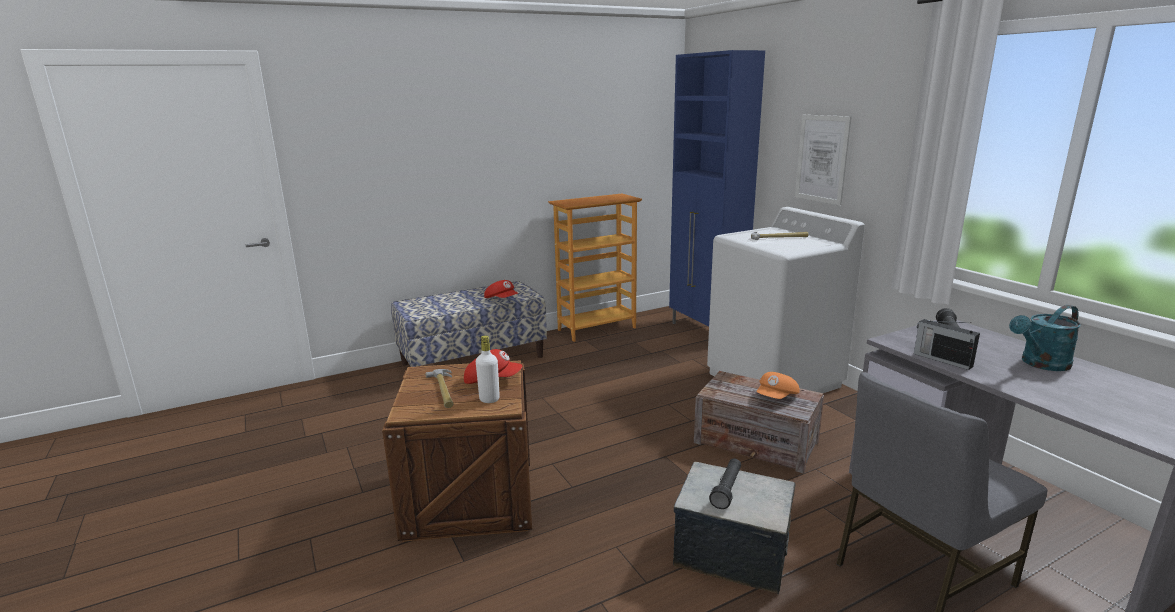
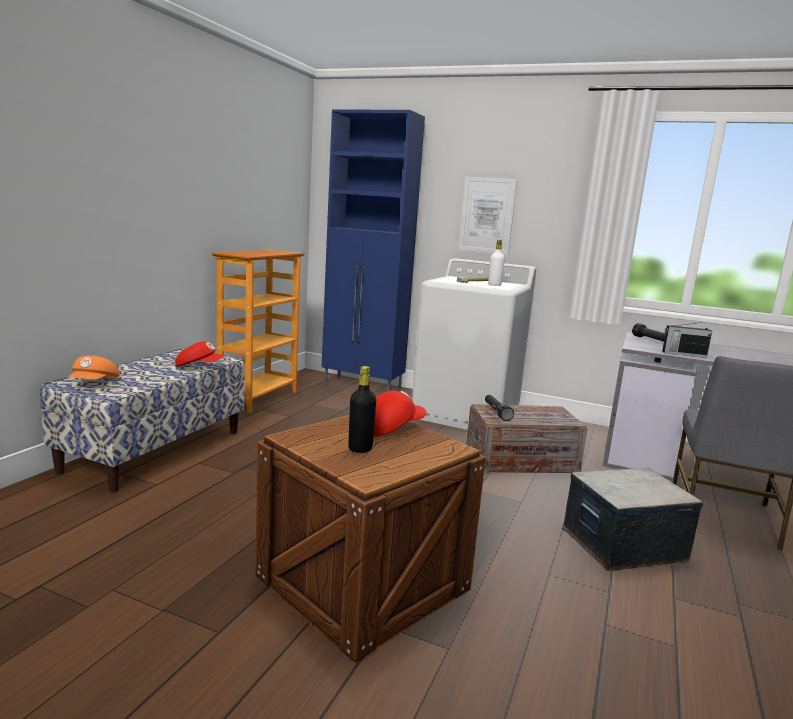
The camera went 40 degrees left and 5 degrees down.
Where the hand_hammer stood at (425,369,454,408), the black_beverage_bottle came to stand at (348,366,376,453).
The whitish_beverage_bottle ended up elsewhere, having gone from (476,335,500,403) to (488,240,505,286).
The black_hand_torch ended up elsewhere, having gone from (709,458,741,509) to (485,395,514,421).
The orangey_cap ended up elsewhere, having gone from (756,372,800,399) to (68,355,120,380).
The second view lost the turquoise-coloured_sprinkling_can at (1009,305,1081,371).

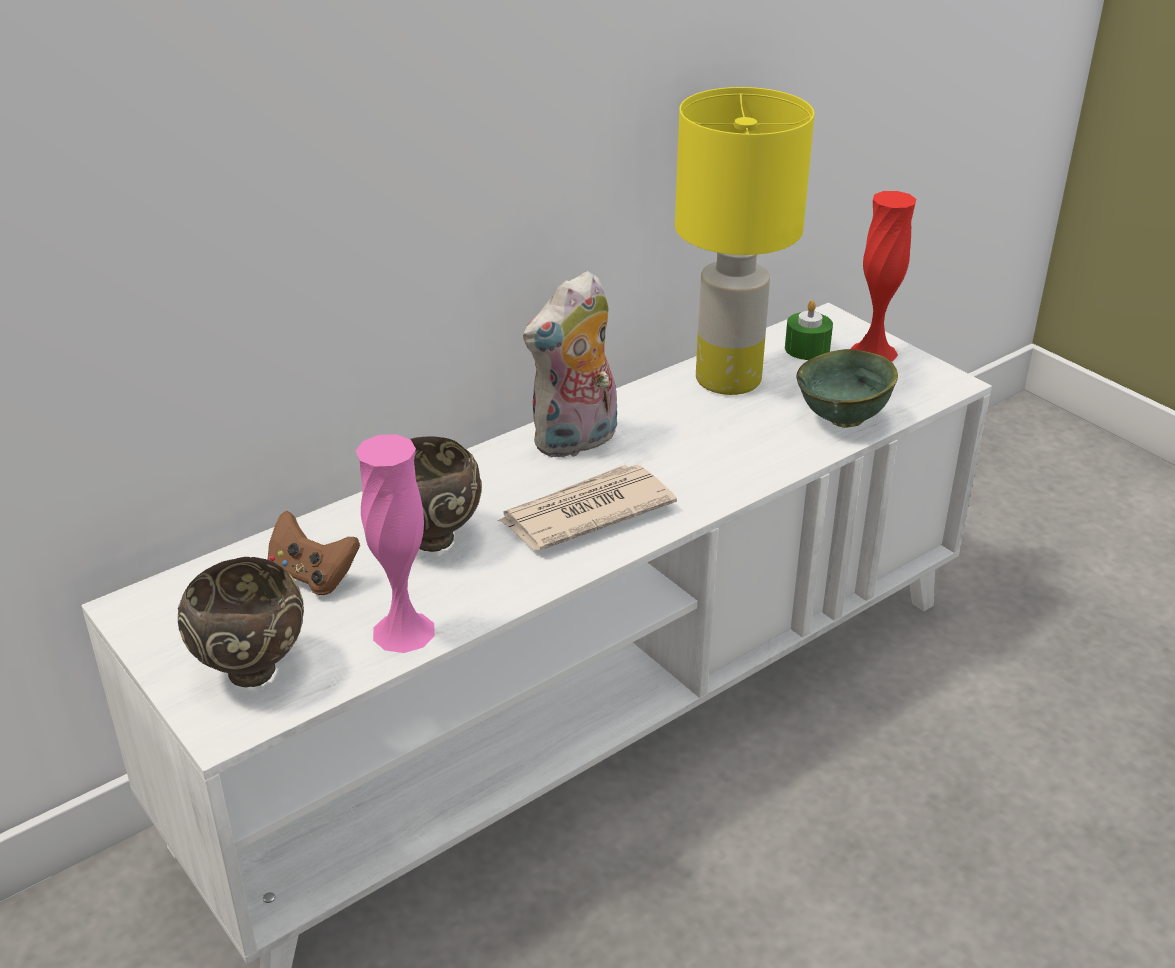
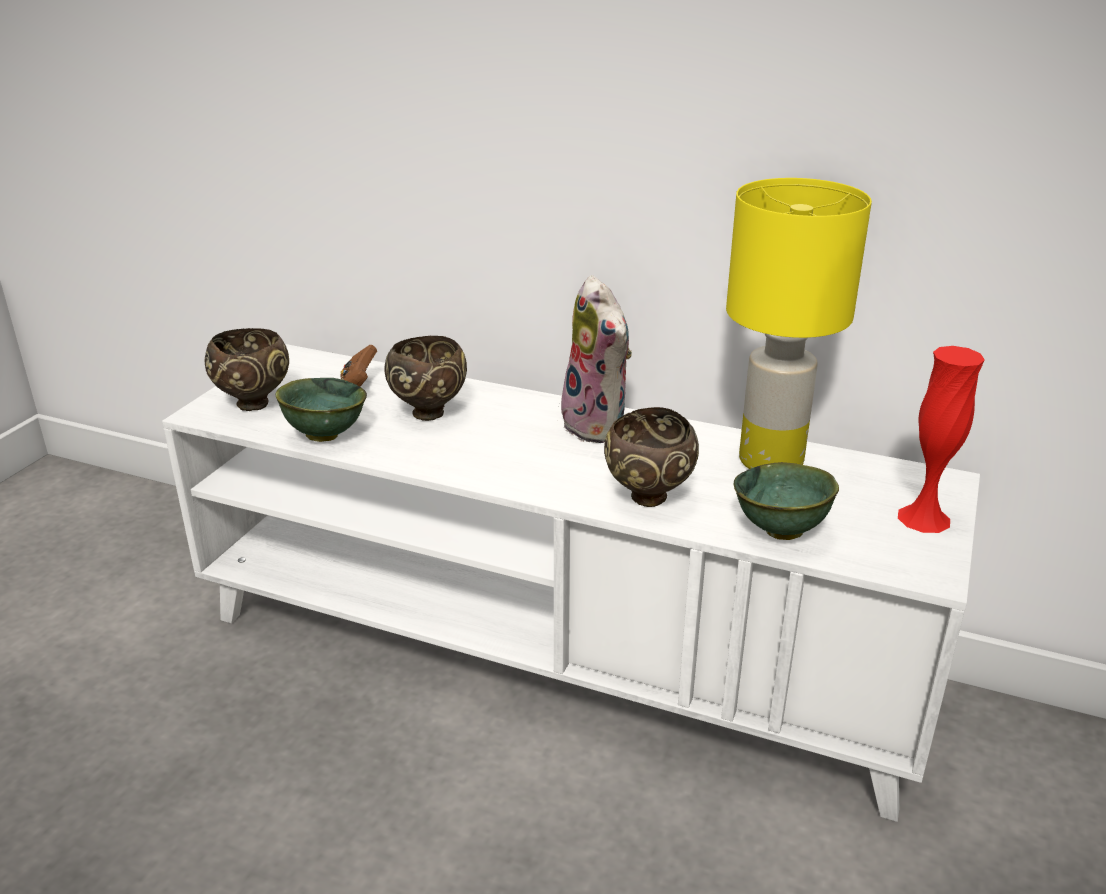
The camera went 60 degrees right and 5 degrees down.
Where the pinkish_decorative_vase stood at (356,434,435,653), the green-coloured_deep_dish came to stand at (275,378,367,442).
The second view lost the daily_paper at (497,465,677,551).
The cuddly_toy at (523,271,617,458) ended up facing another way, 135 degrees counterclockwise from before.
The second view lost the green-coloured_wax_light at (785,300,833,360).
The second view gained the brownish_deep_dish at (604,407,699,507).

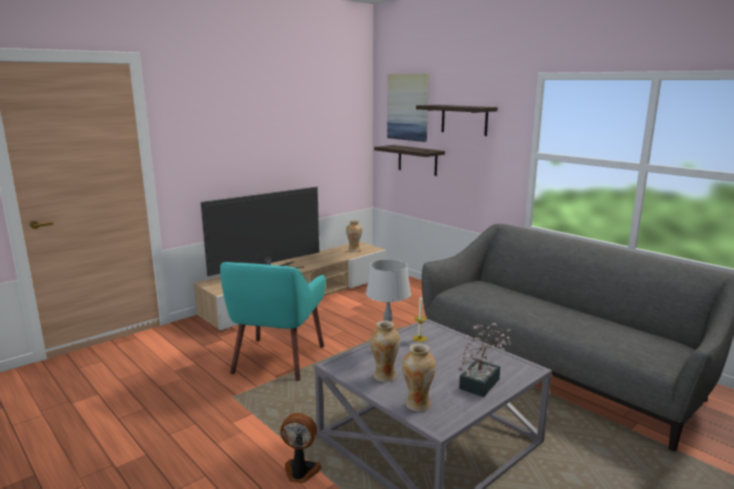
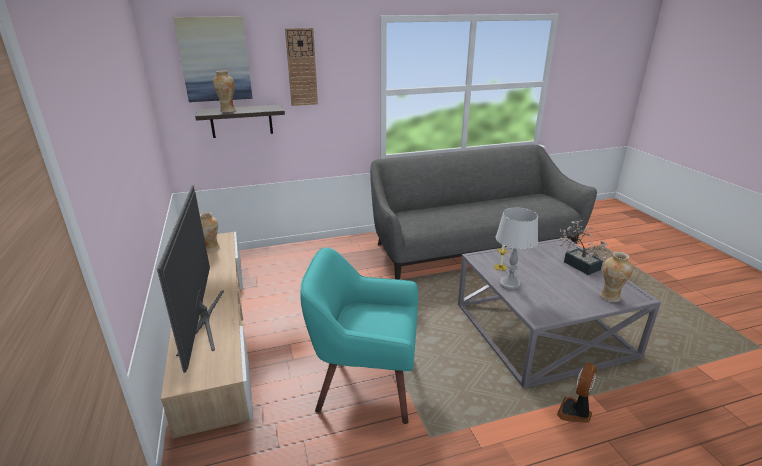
The camera went 65 degrees left and 10 degrees up.
The turquoise-coloured_lounge_chair at (220,262,326,381) ended up facing another way, 150 degrees clockwise from before.
The decorative_vase ended up elsewhere, having gone from (370,321,400,382) to (213,70,236,112).
Where the shelf hung at (416,105,498,136), the wall_clock came to hang at (285,28,318,106).

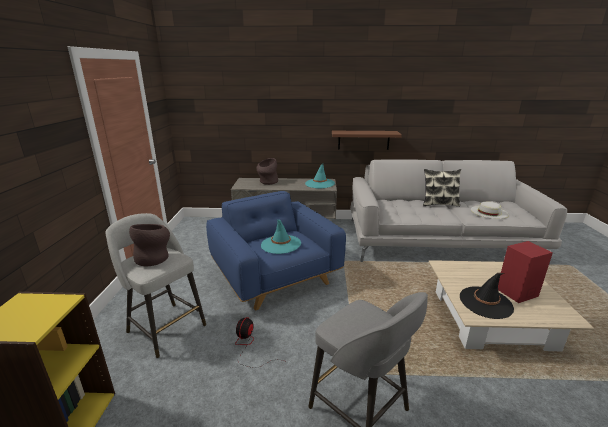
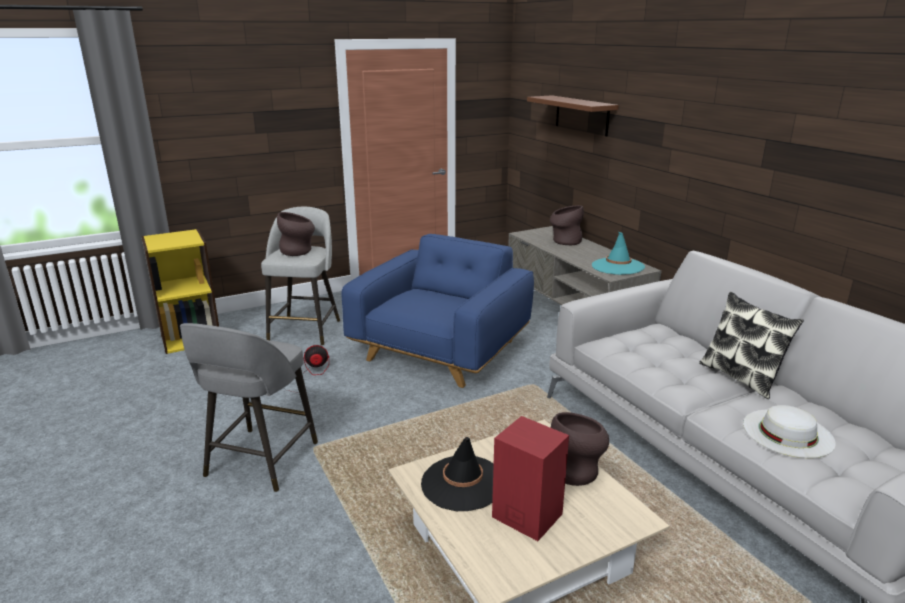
The camera went 60 degrees right and 0 degrees up.
The second view lost the turquoise-coloured_clothing_hat at (261,220,301,254).
The brownish_shelf ended up elsewhere, having gone from (332,131,402,150) to (527,95,619,136).
The second view gained the brownish_decorative_vase at (551,412,609,486).

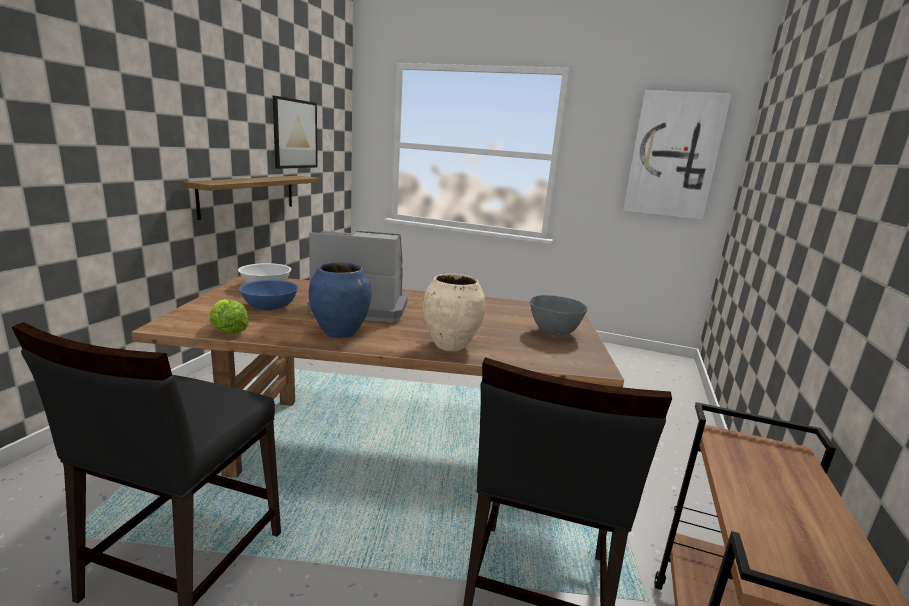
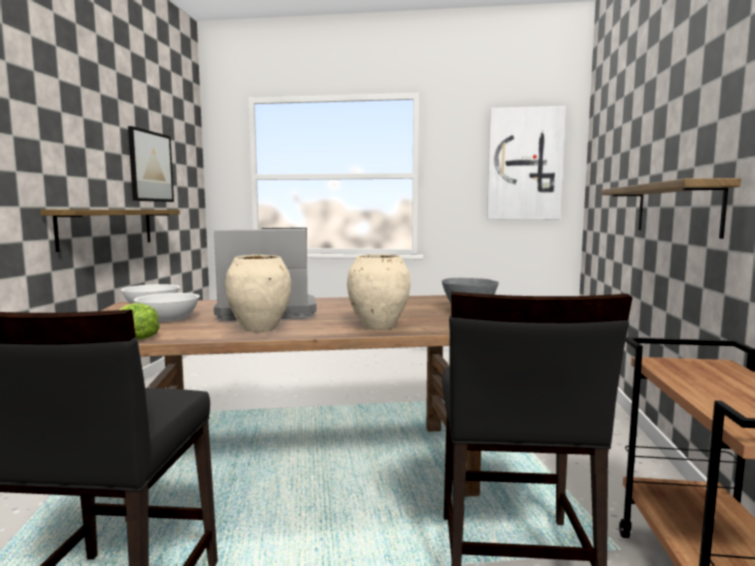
The camera went 10 degrees left and 10 degrees down.
What was the bluish_deep_dish at (239,280,299,310) turned into the whitish_deep_dish at (134,293,200,322).
What was the bluish_decorative_vase at (309,262,372,338) turned into the beige_decorative_vase at (225,255,291,332).
The second view gained the shelf at (601,178,741,239).

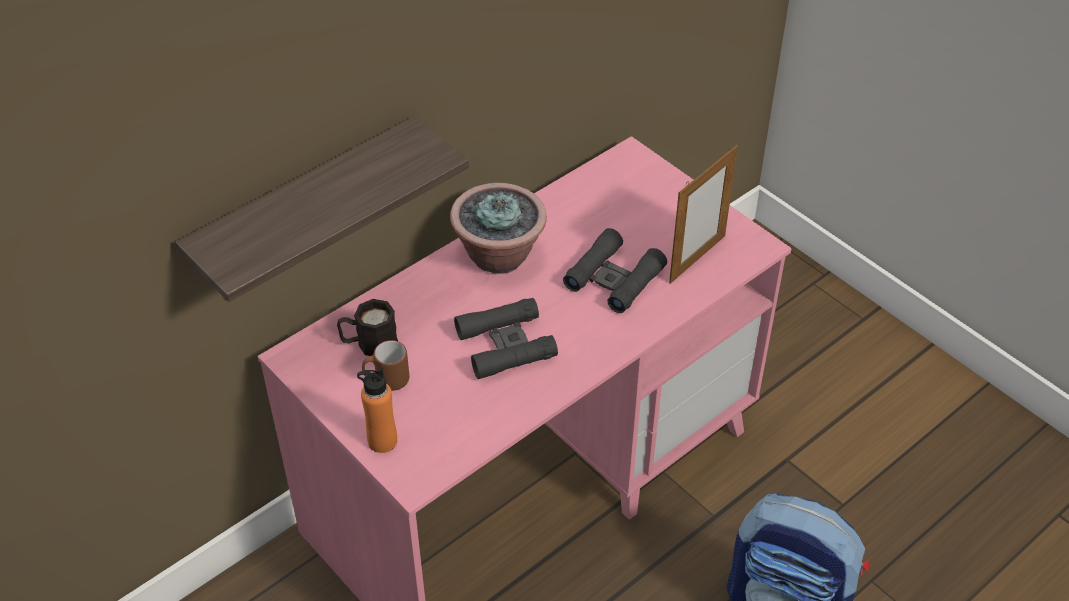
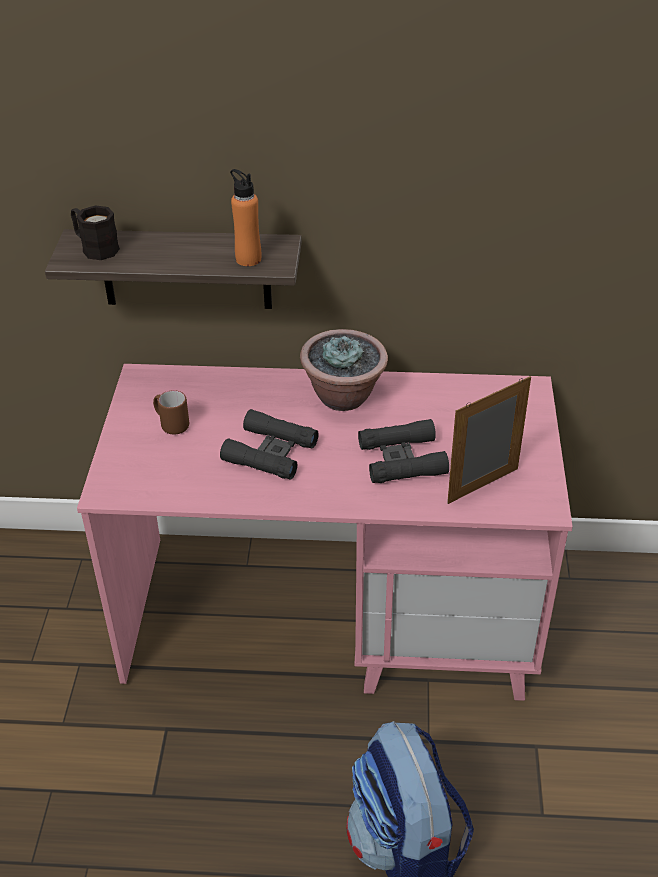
The camera went 45 degrees right and 5 degrees down.
The black_mug ended up elsewhere, having gone from (337,299,398,356) to (71,205,120,260).
The orangey_beverage_bottle ended up elsewhere, having gone from (357,368,397,453) to (230,169,261,266).
The photo_frame at (669,145,738,284) ended up facing another way, 150 degrees clockwise from before.

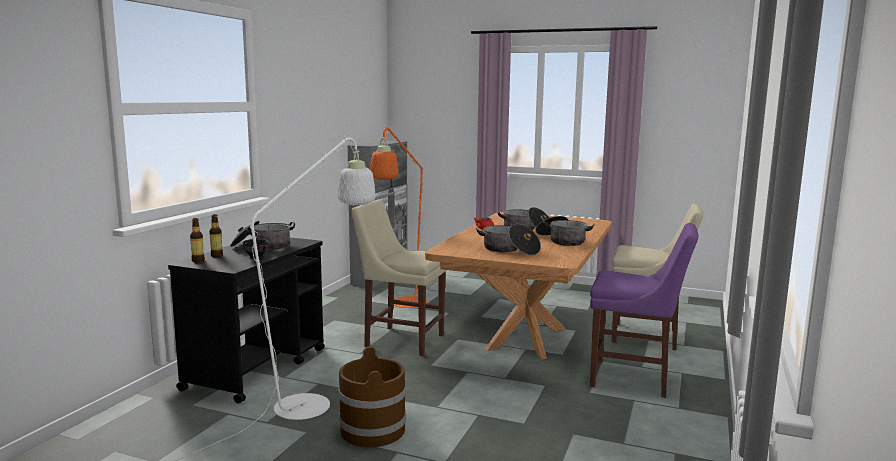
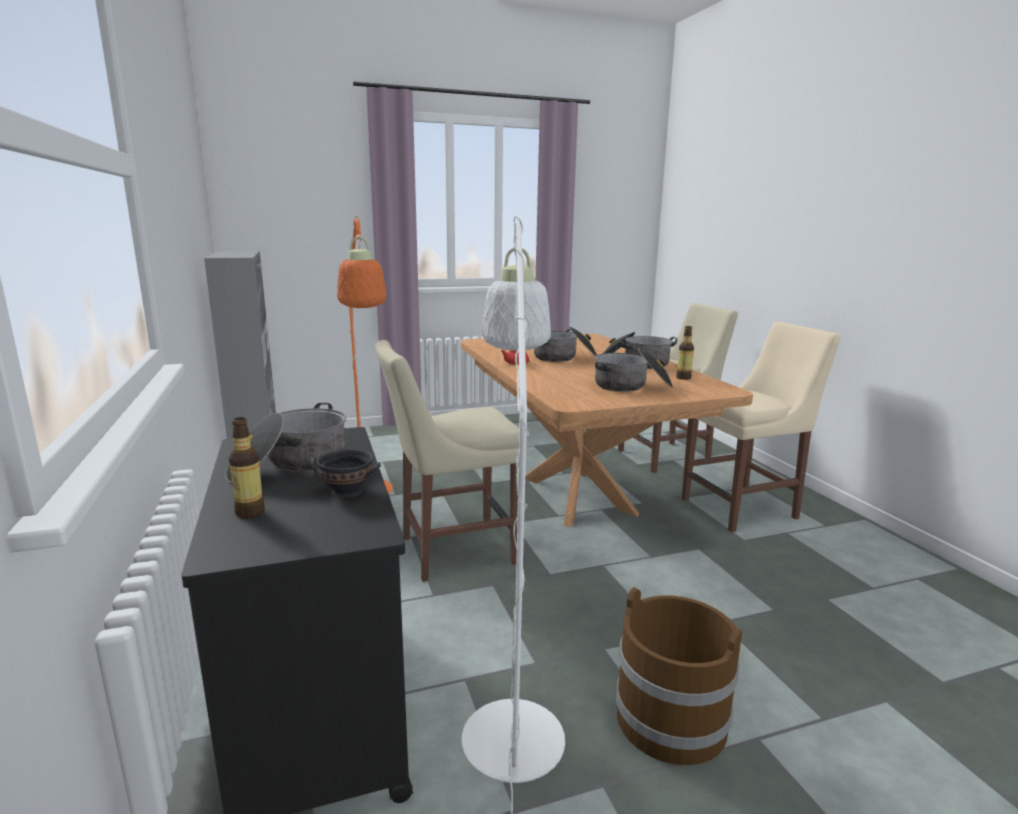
The camera went 40 degrees left and 5 degrees up.
The beverage_bottle ended up elsewhere, having gone from (190,218,205,262) to (676,326,694,380).
What was the purple_upright_chair at (590,223,698,398) turned into the beige_upright_chair at (682,322,840,532).

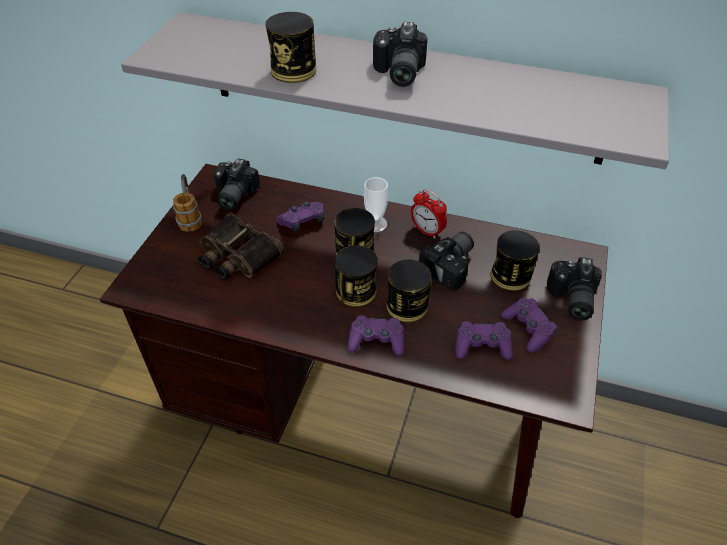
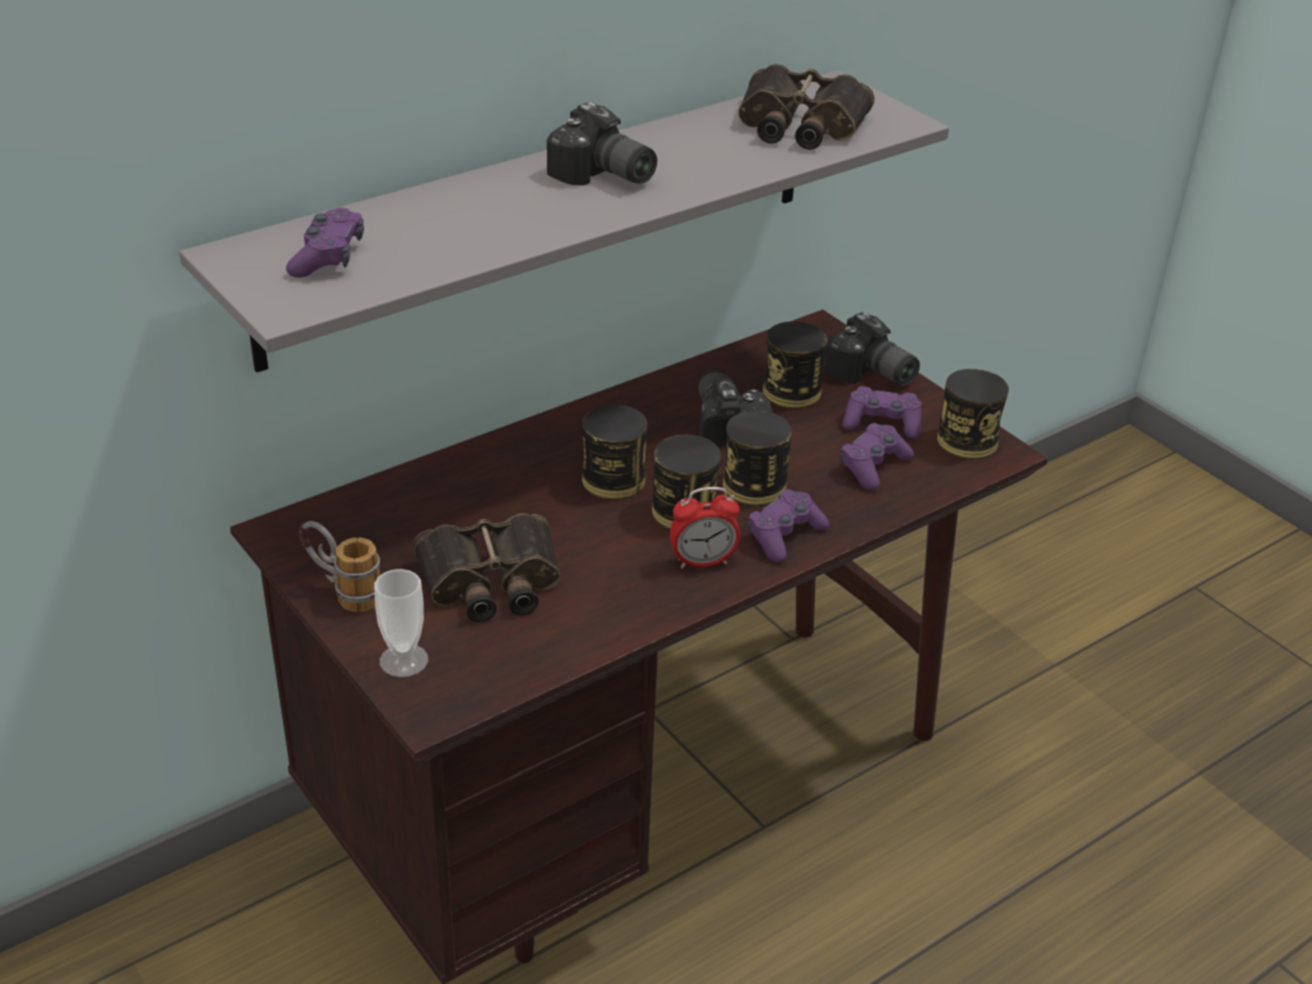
The camera went 55 degrees left and 10 degrees down.
The second view lost the photo_camera at (214,159,260,210).
The can ended up elsewhere, having gone from (265,12,316,83) to (937,369,1009,459).
The purple_gamepad ended up elsewhere, having gone from (277,201,324,232) to (286,208,364,278).
The drinking_cup ended up elsewhere, having gone from (364,177,388,232) to (374,569,428,677).
The bedside_clock ended up elsewhere, having gone from (411,189,447,239) to (670,487,741,569).
The second view gained the pair_of_binoculars at (738,64,875,150).

